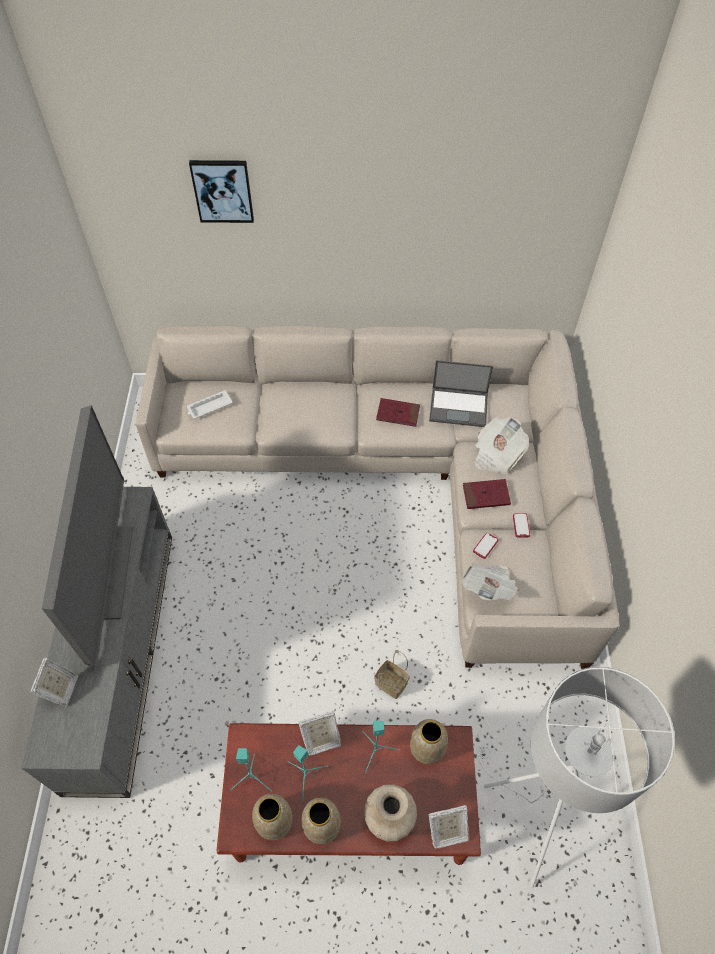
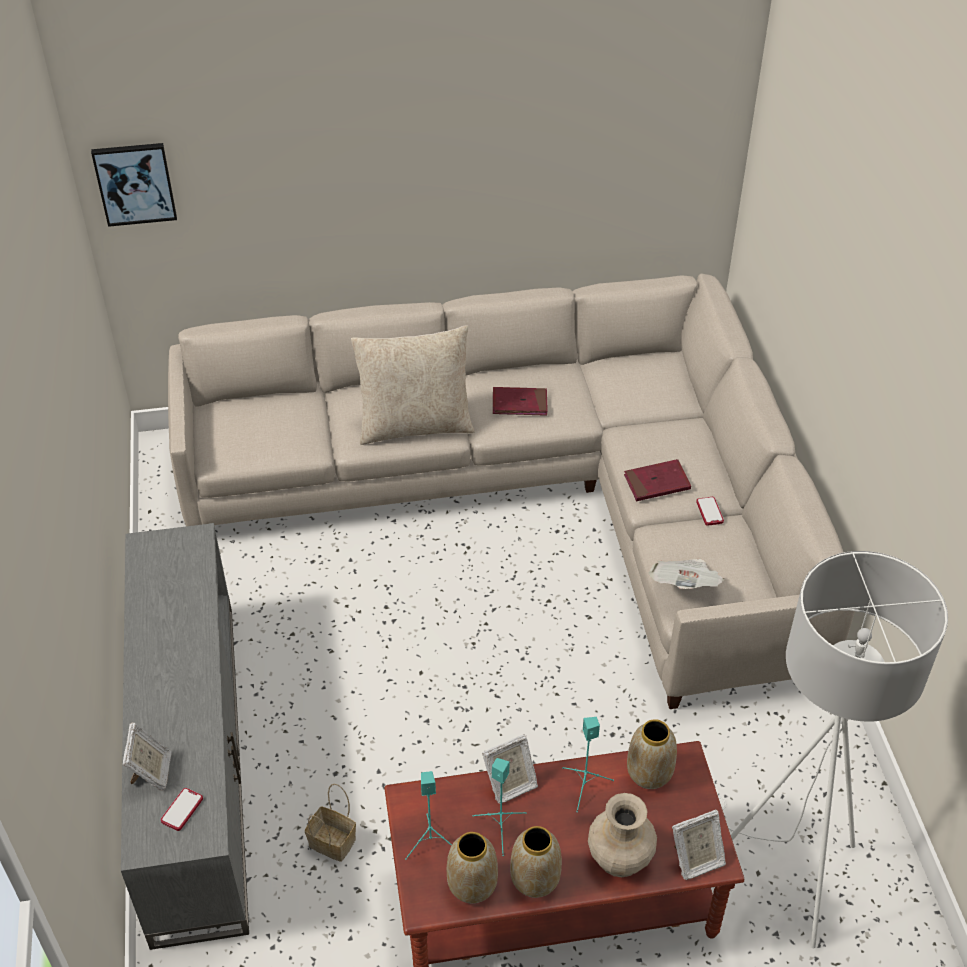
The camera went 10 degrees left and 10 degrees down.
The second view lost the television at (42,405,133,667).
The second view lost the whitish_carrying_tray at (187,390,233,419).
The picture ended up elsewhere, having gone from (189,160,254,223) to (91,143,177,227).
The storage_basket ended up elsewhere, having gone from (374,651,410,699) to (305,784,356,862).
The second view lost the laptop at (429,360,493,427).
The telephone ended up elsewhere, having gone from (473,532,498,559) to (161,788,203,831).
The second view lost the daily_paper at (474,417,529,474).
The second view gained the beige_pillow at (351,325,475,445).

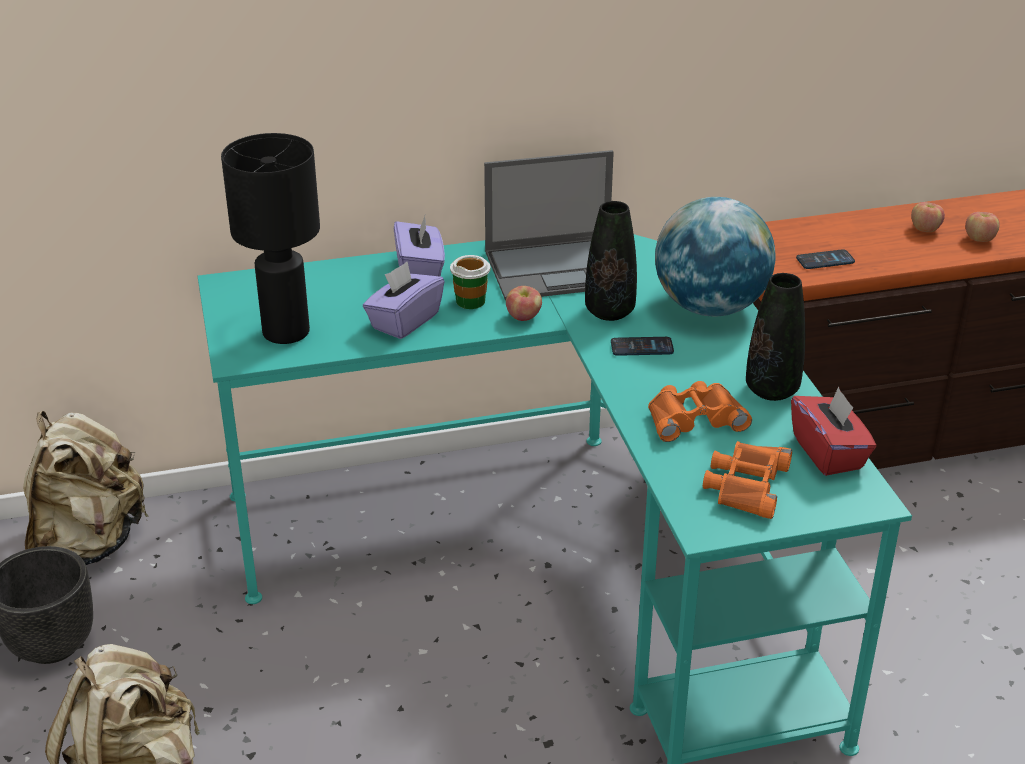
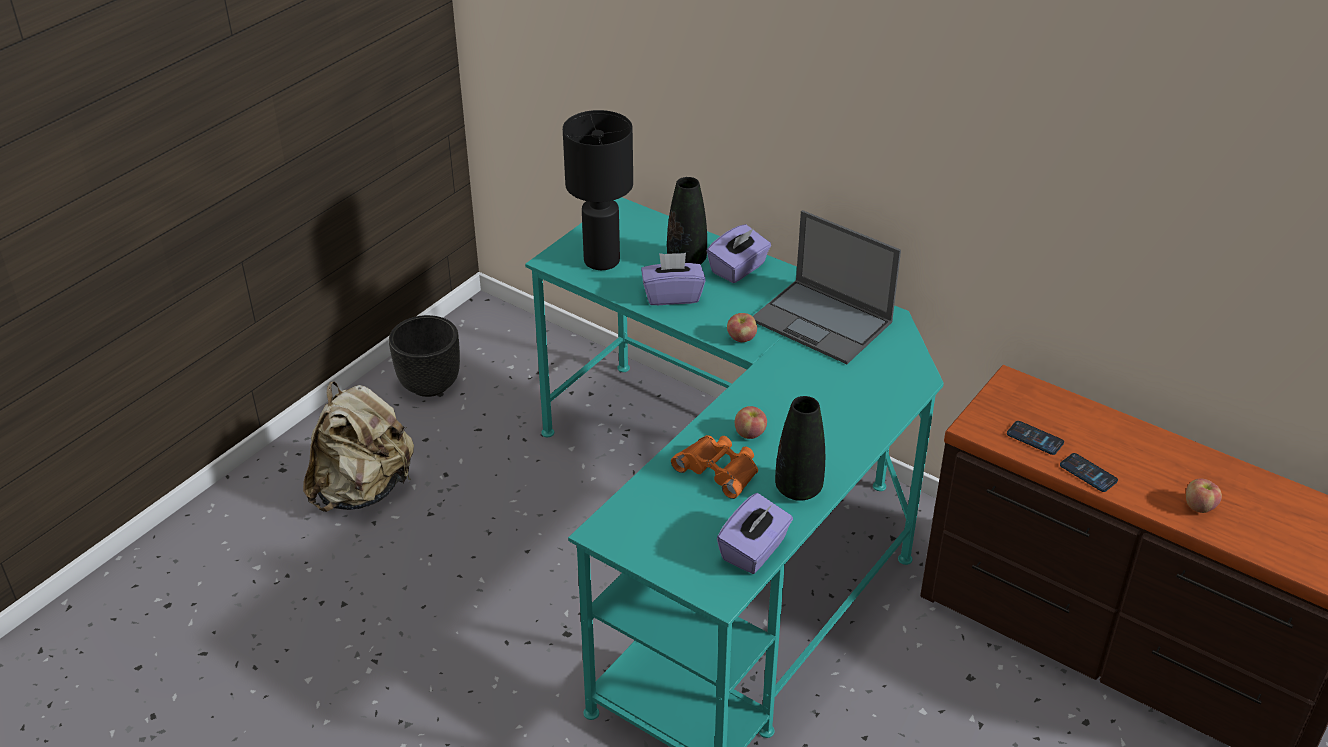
The camera went 50 degrees right and 5 degrees up.
The second view lost the beige_backpack at (23,411,149,565).
The second view lost the drinking_cup at (450,255,490,309).
The black_decorative_vase ended up elsewhere, having gone from (585,201,637,321) to (667,177,707,264).
The telephone ended up elsewhere, having gone from (611,337,674,356) to (1060,453,1118,492).
The second view lost the globe at (655,197,776,317).
The second view lost the orangey_pair_of_binoculars at (703,441,792,519).
What was the reddish_tissue_holder at (791,387,876,476) turned into the purple_tissue_holder at (717,493,793,574).
The apple ended up elsewhere, having gone from (911,202,945,232) to (735,406,767,439).

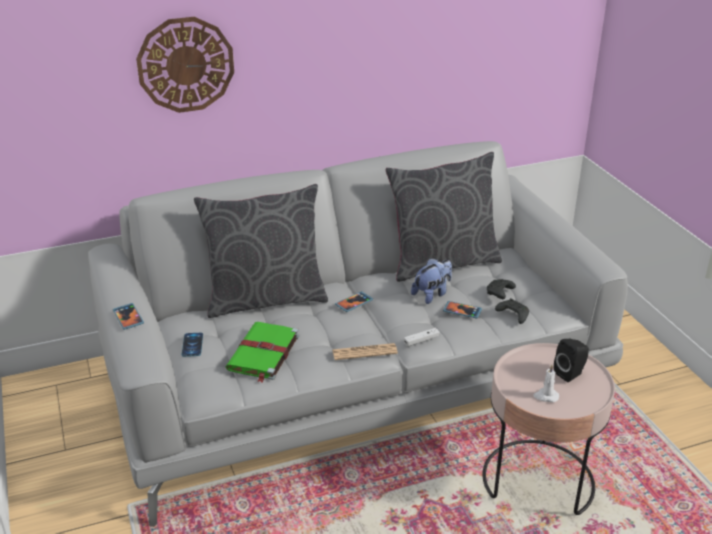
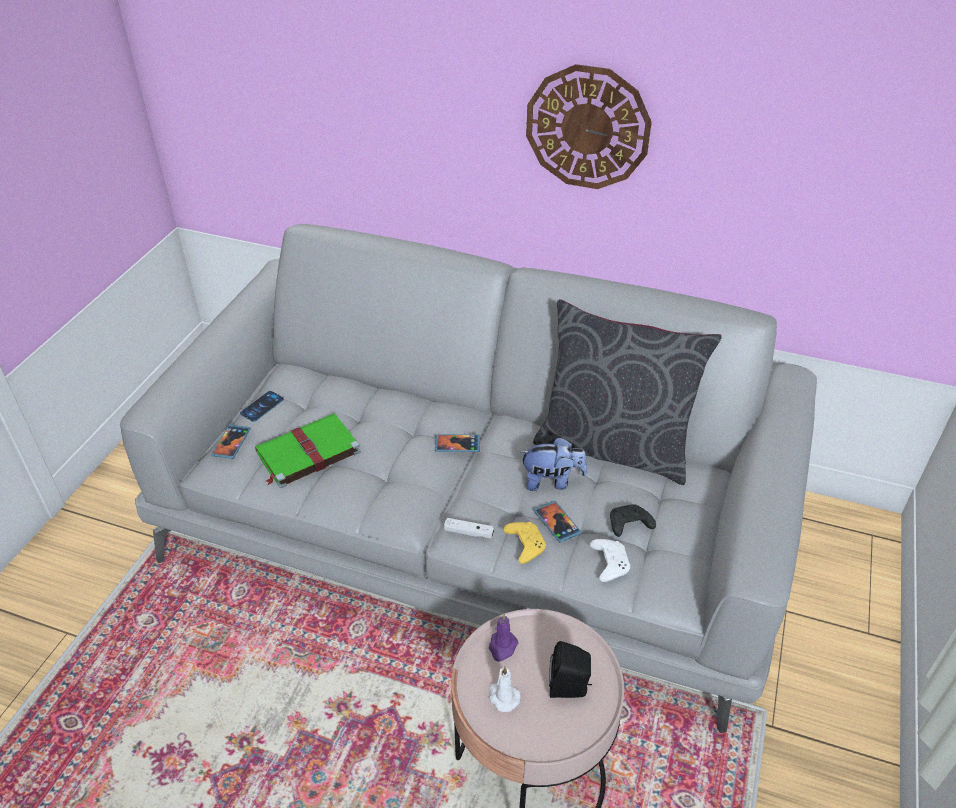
The camera went 40 degrees right and 10 degrees up.
The telephone ended up elsewhere, having gone from (113,303,144,330) to (211,425,251,459).
The wall_clock ended up elsewhere, having gone from (136,17,234,113) to (526,64,652,189).
The second view lost the gray_pillow at (194,184,328,318).
The second view lost the daily_paper at (332,343,398,360).
What was the black_gamepad at (495,298,529,324) turned into the whitish_gamepad at (590,539,630,582).
The second view gained the purple_wax_light at (489,614,518,662).
The second view gained the yellow-coloured_gamepad at (503,522,546,564).

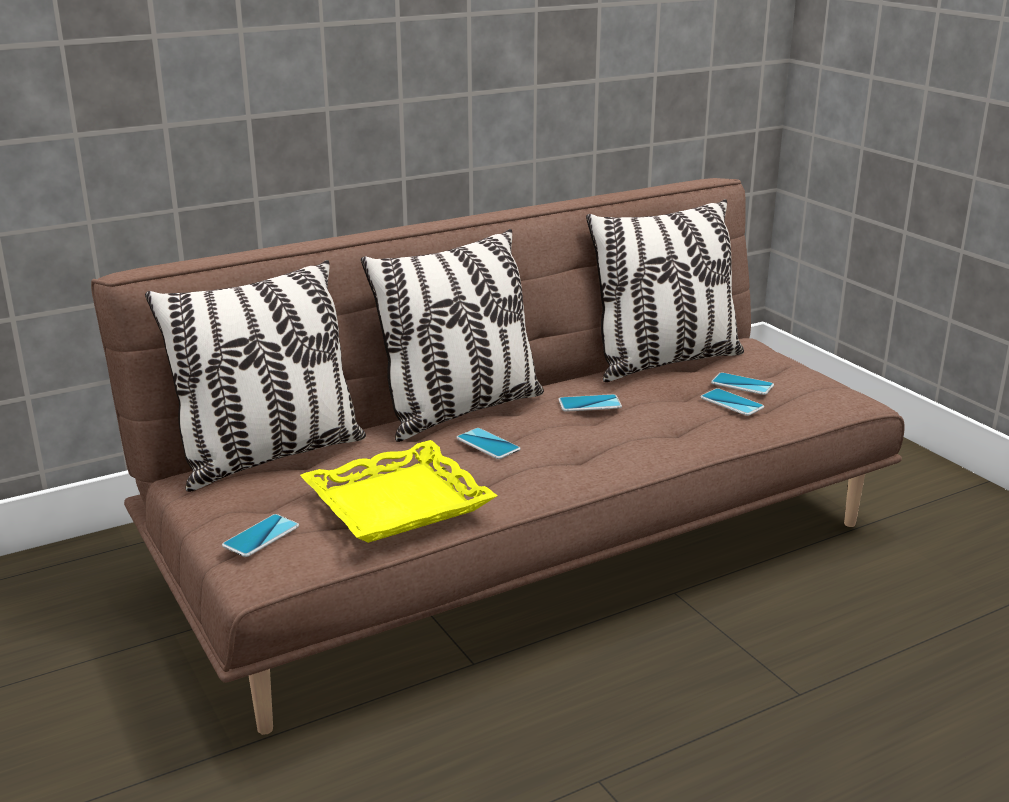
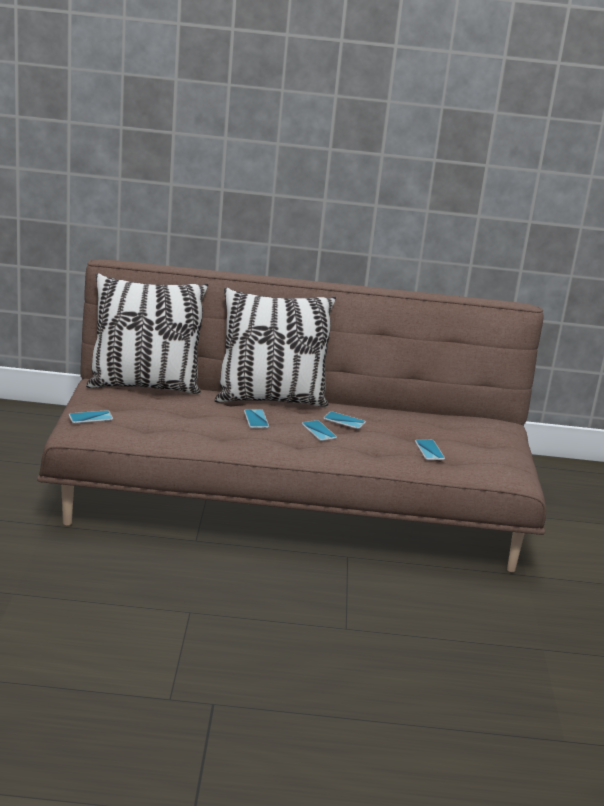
The camera went 30 degrees right and 0 degrees up.
The second view lost the yellow-coloured_carrying_tray at (300,440,497,543).
The second view lost the pillow at (586,199,744,382).
The telephone ended up elsewhere, having gone from (711,372,774,395) to (302,420,337,441).

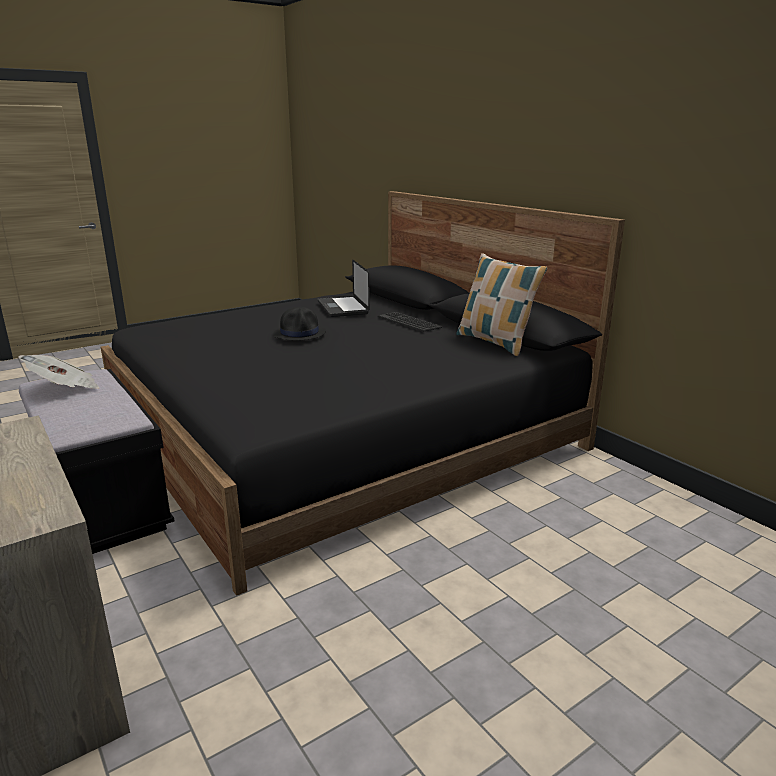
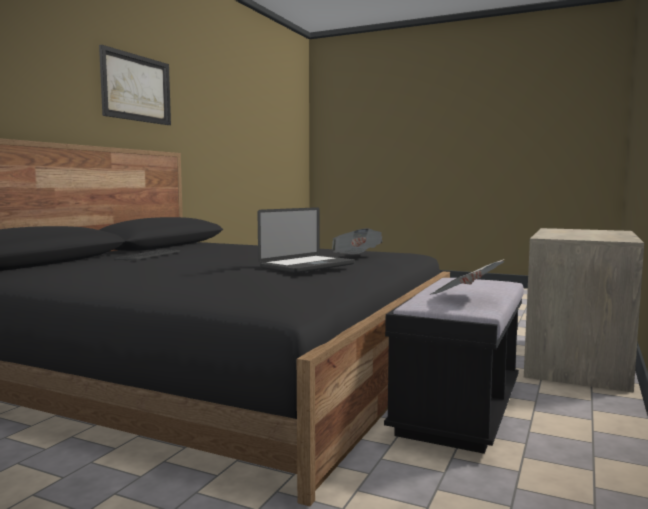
The camera went 120 degrees left and 15 degrees down.
The second view lost the black_clothing_hat at (273,307,326,341).
The laptop ended up elsewhere, having gone from (318,260,370,317) to (258,207,355,273).
The second view lost the pillow at (456,253,548,356).
The second view gained the picture at (99,45,171,125).
The second view gained the daily_paper at (332,228,383,254).

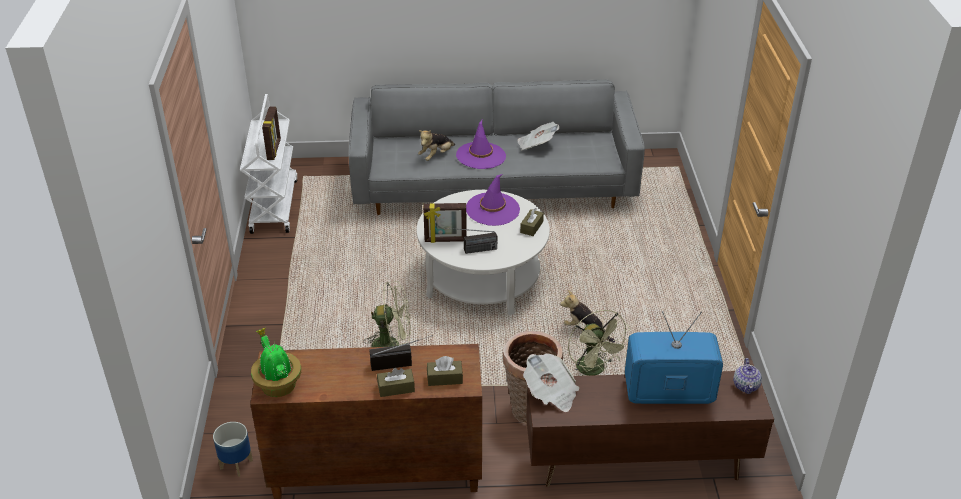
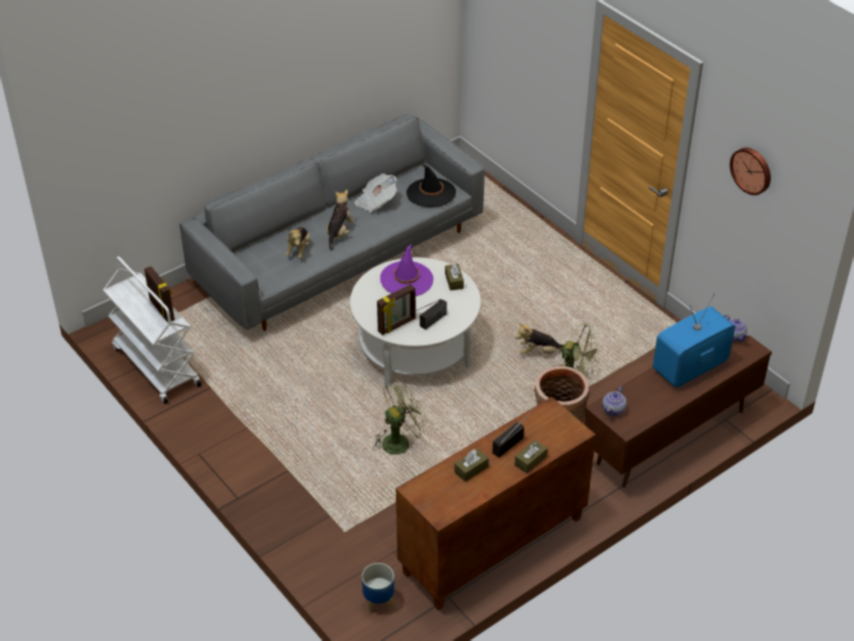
The camera went 35 degrees left and 5 degrees up.
The second view lost the plant_in_a_pot at (251,328,301,397).
The brownish_tissue_holder ended up elsewhere, having gone from (427,356,463,386) to (454,449,489,482).
Where the purple_clothing_hat stood at (456,120,506,169), the cuddly_toy came to stand at (326,190,354,251).
Where the daily_paper stood at (523,353,579,412), the pot_for_tea came to stand at (602,386,627,416).
The second view gained the black_clothing_hat at (406,165,456,207).
The second view gained the wall_clock at (730,148,771,195).

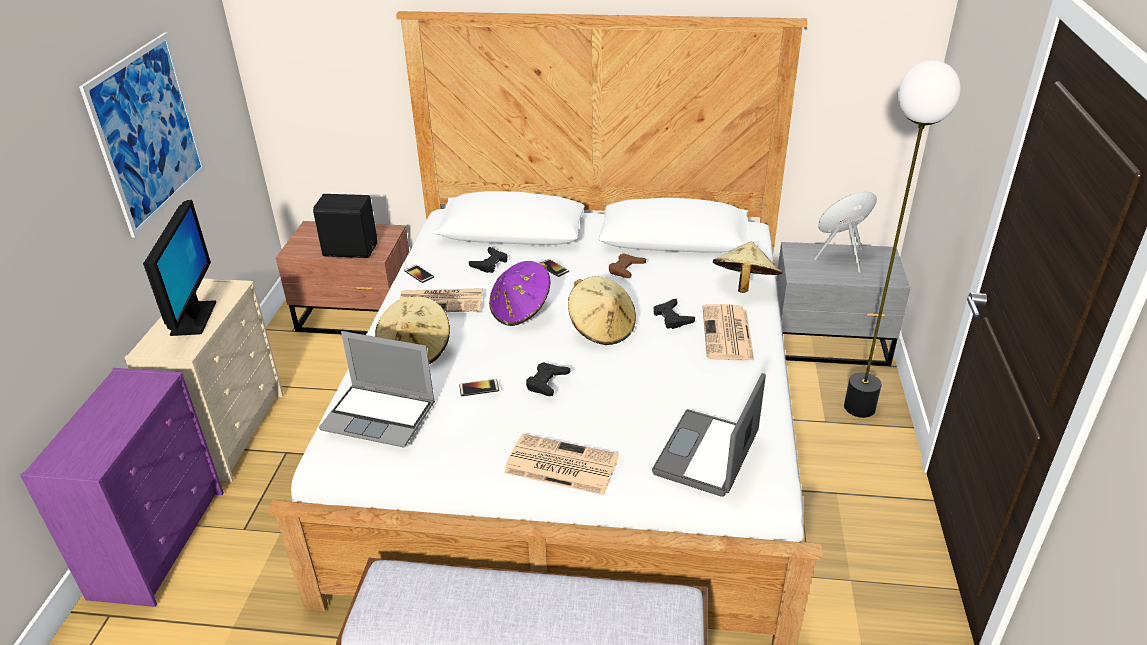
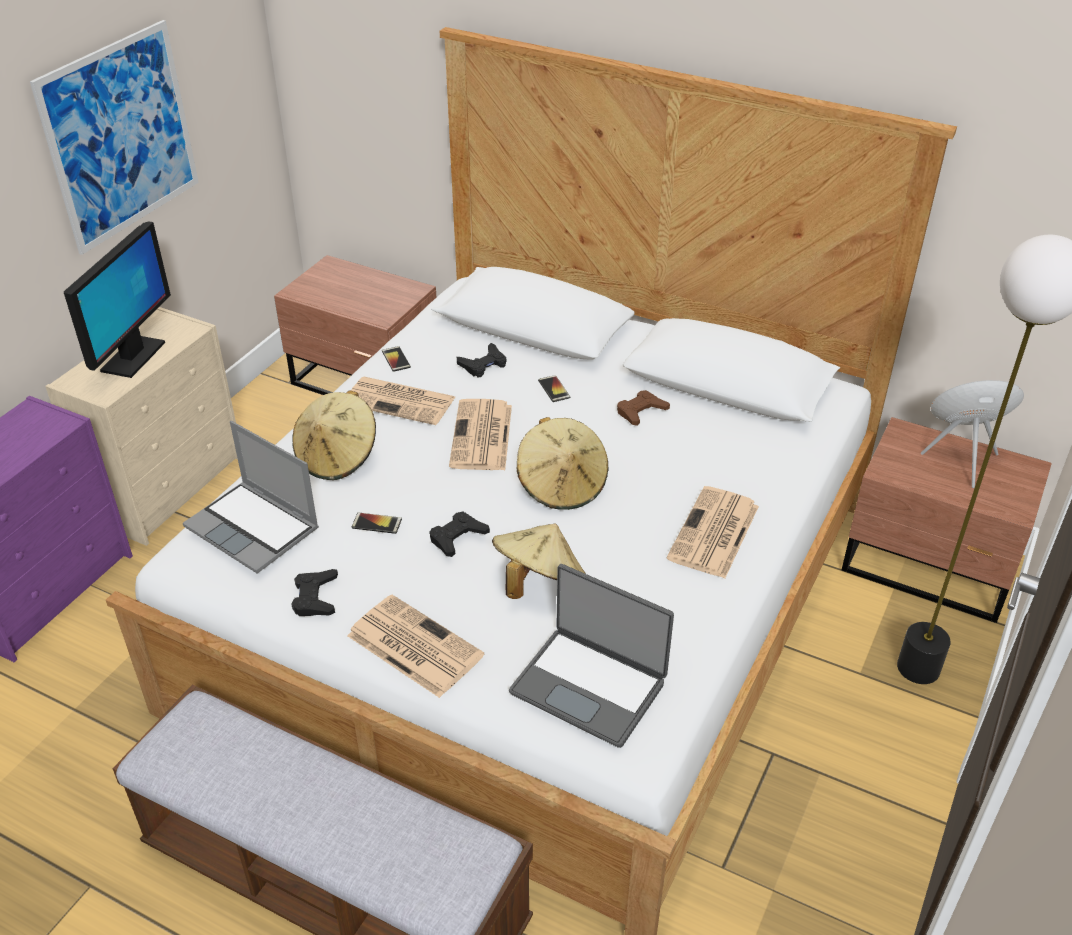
The camera went 20 degrees right and 5 degrees up.
The second view lost the black_speaker at (313,194,377,258).
Where the purple_clothing_hat stood at (489,261,550,326), the daily_paper came to stand at (449,399,512,470).
The laptop at (652,373,766,497) ended up facing another way, 105 degrees counterclockwise from before.
The black_gamepad ended up elsewhere, having gone from (654,299,695,329) to (291,569,338,616).
The beige_clothing_hat ended up elsewhere, having gone from (713,241,782,293) to (492,523,586,599).
What was the gray_bedside_table at (776,242,910,366) turned into the brownish_bedside_table at (842,417,1052,623).

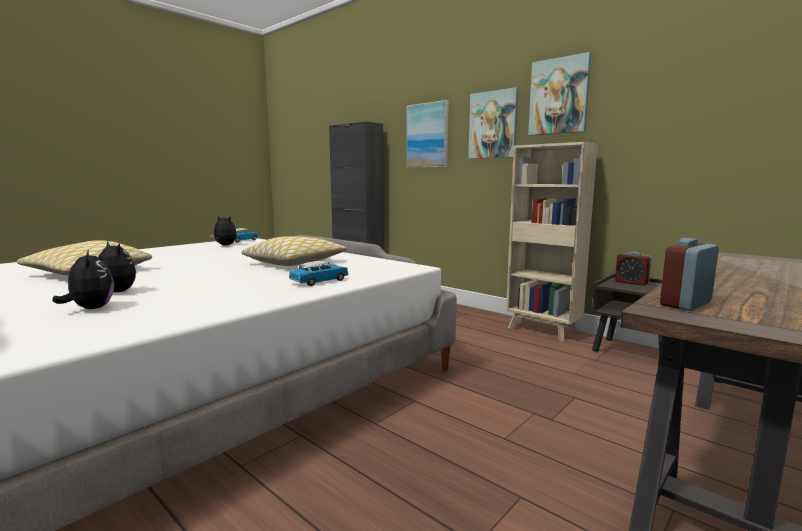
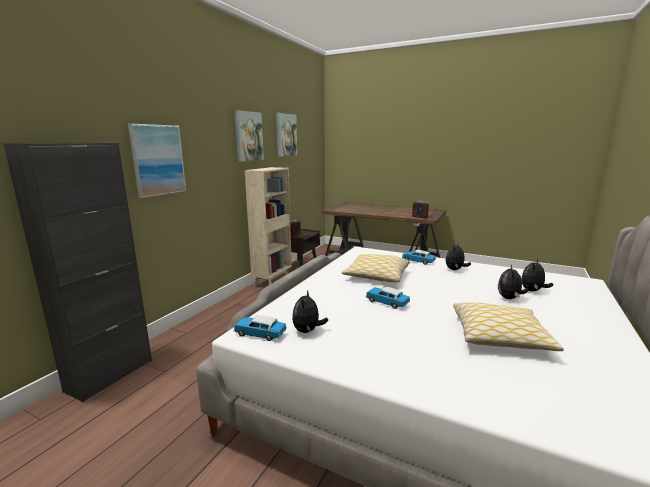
The camera went 105 degrees left and 5 degrees up.
The picture ended up elsewhere, having gone from (468,87,519,159) to (276,113,297,157).
The second view gained the miniature_car at (366,287,410,309).
The second view gained the cuddly_toy at (445,243,471,270).

